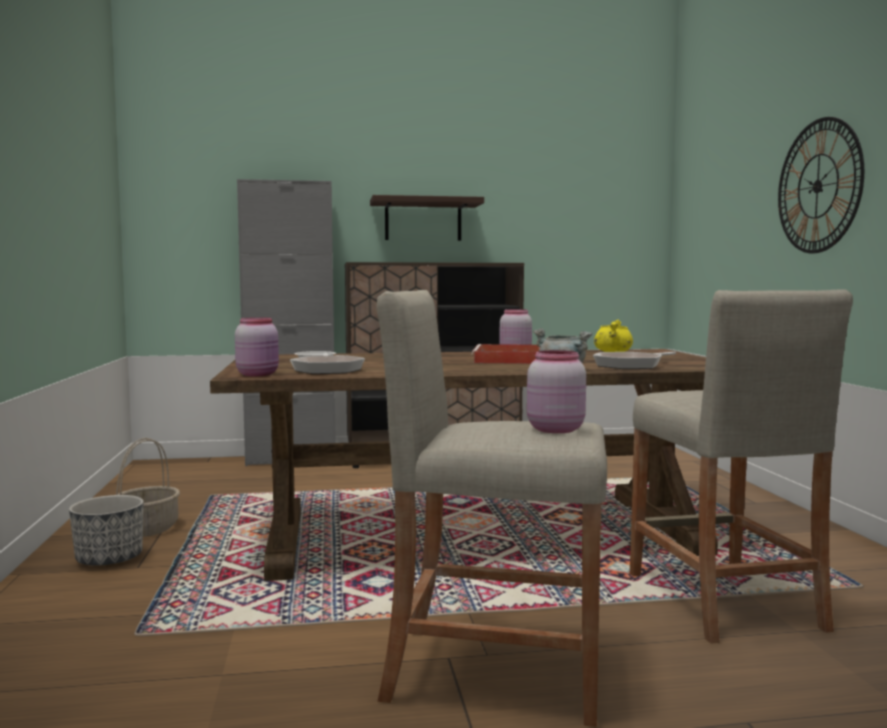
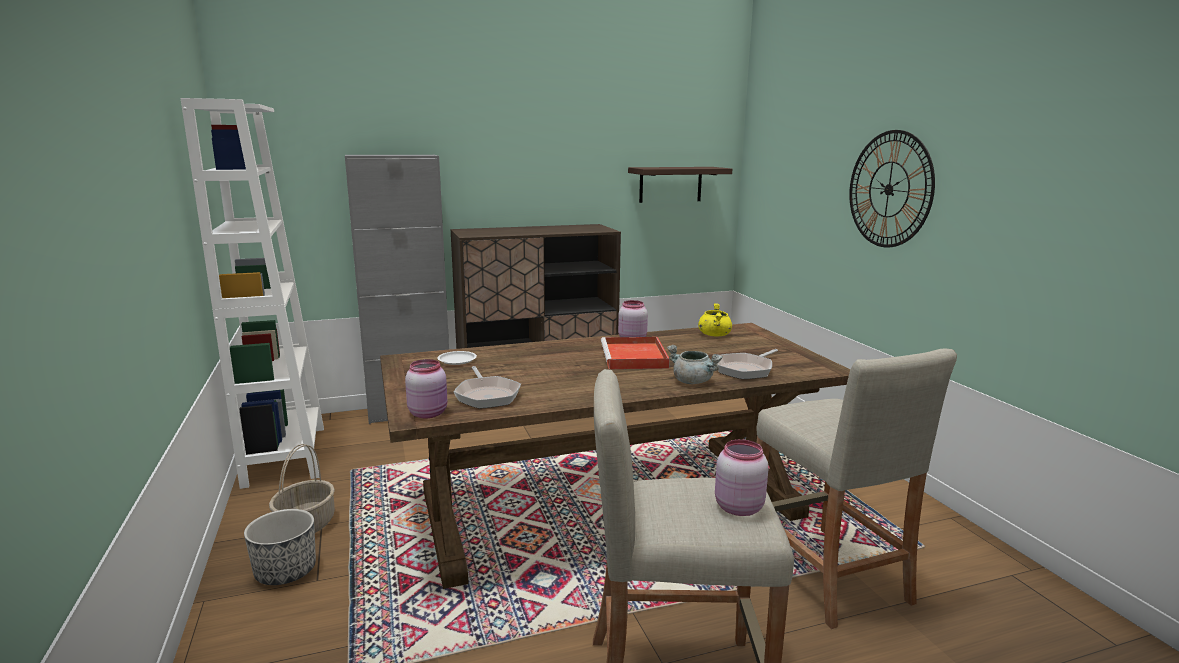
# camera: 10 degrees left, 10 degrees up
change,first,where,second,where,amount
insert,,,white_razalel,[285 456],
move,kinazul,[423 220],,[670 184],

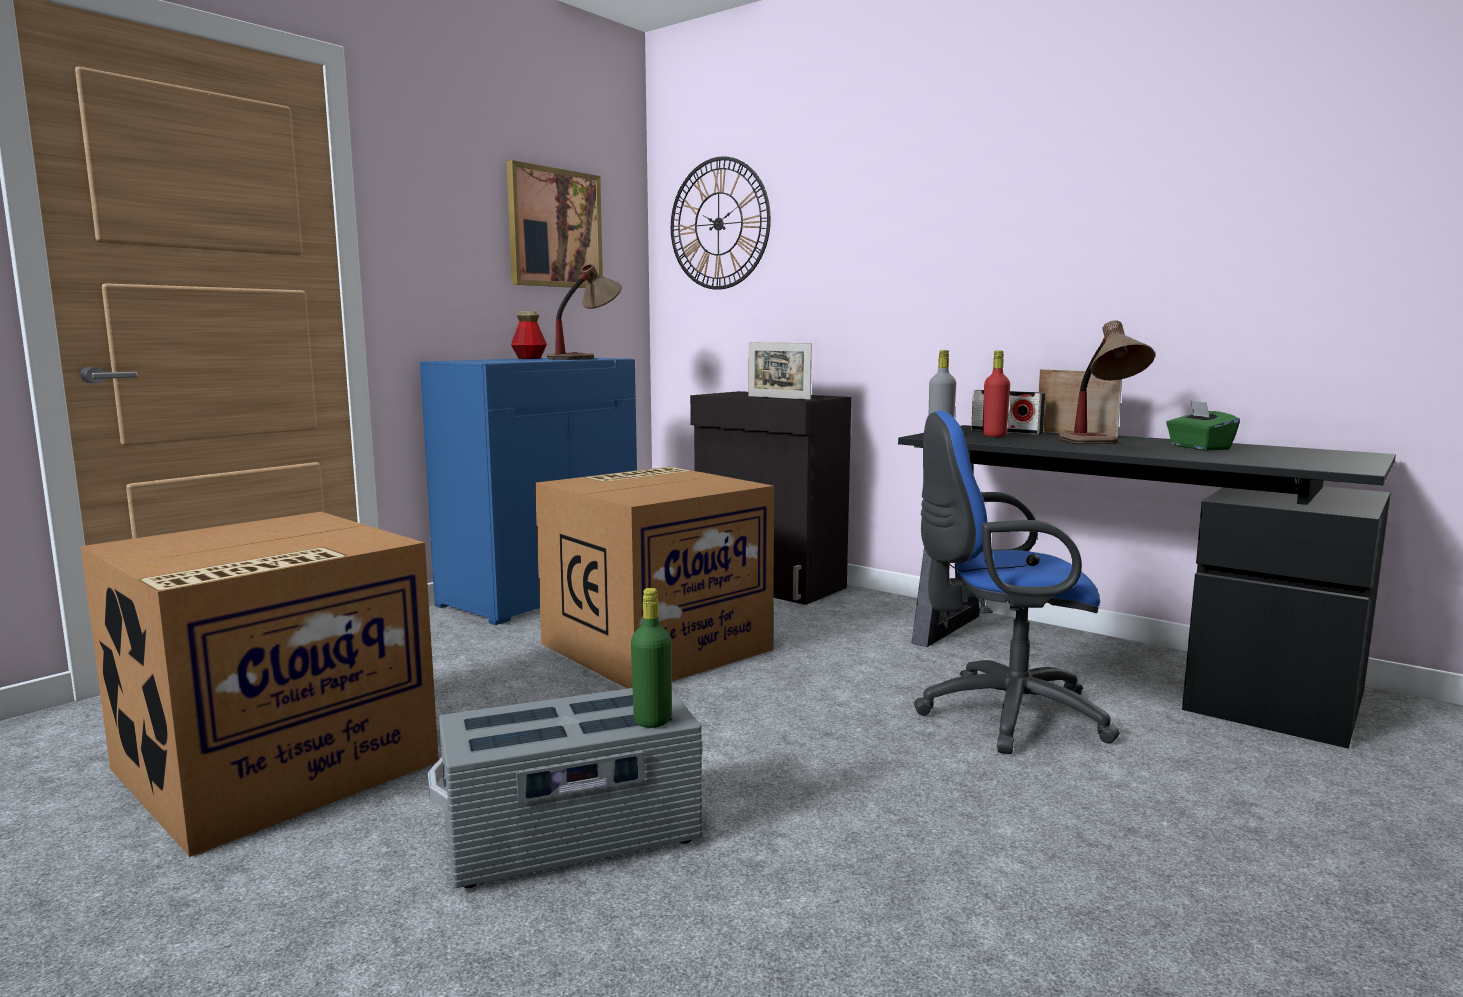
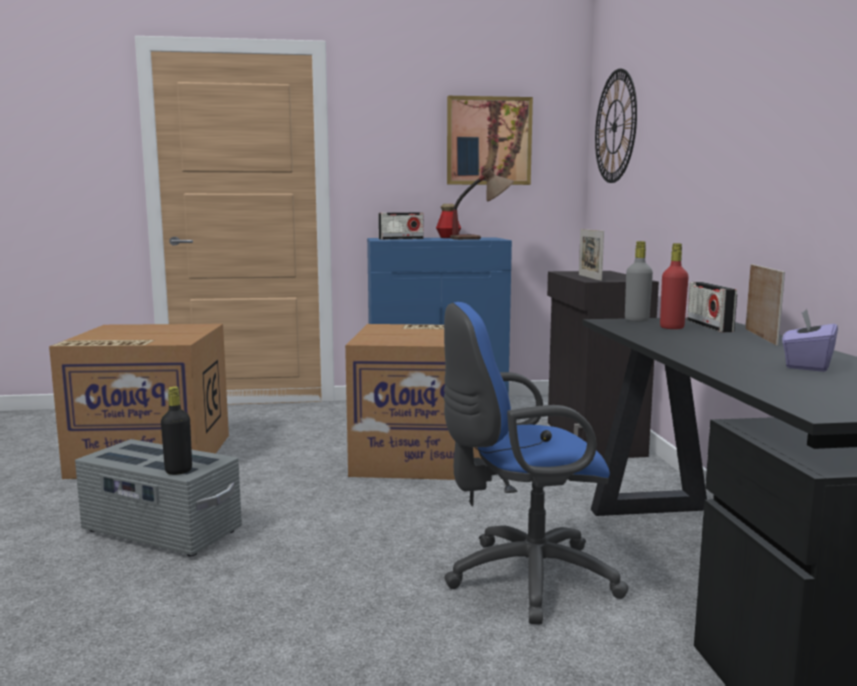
# camera: 45 degrees right, 0 degrees up
change,first,where,second,where,amount
delete,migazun,[1101 445],,,
insert,,,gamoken,[401 239],
recolor,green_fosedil,[652 720],black_fosedil,[178 471],
recolor,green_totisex,[1199 447],purple_totisex,[807 365],
rotate,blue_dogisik,[1001 715],,[523 578],60 degrees counterclockwise

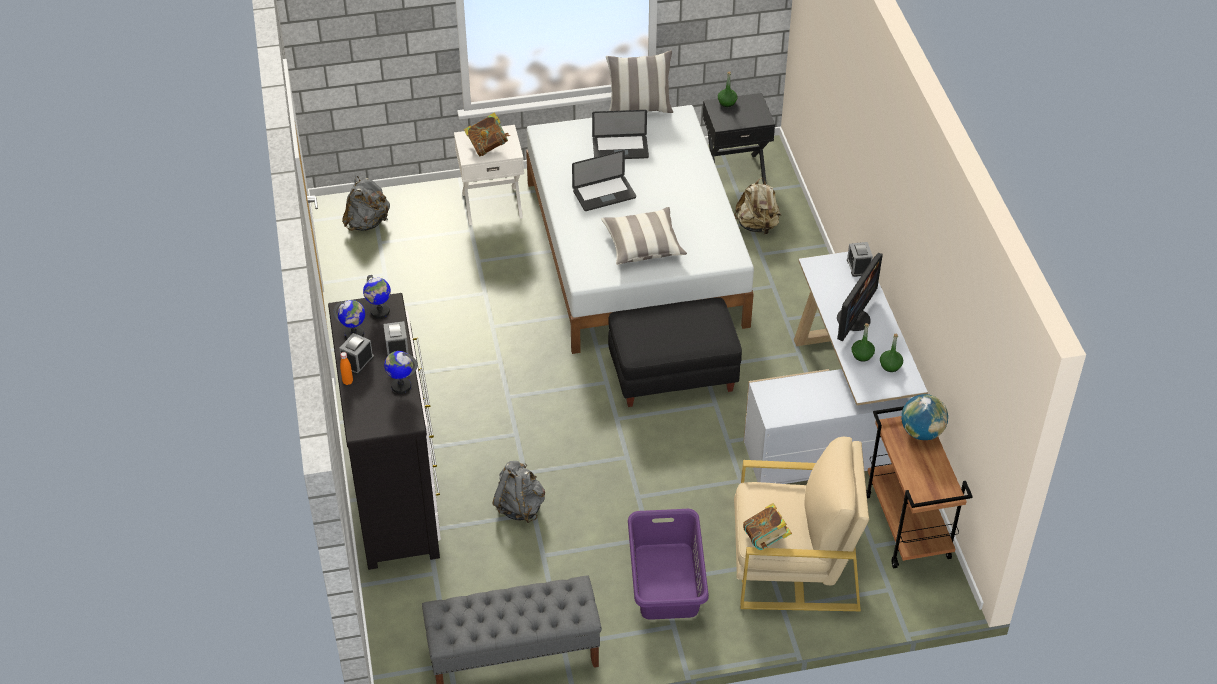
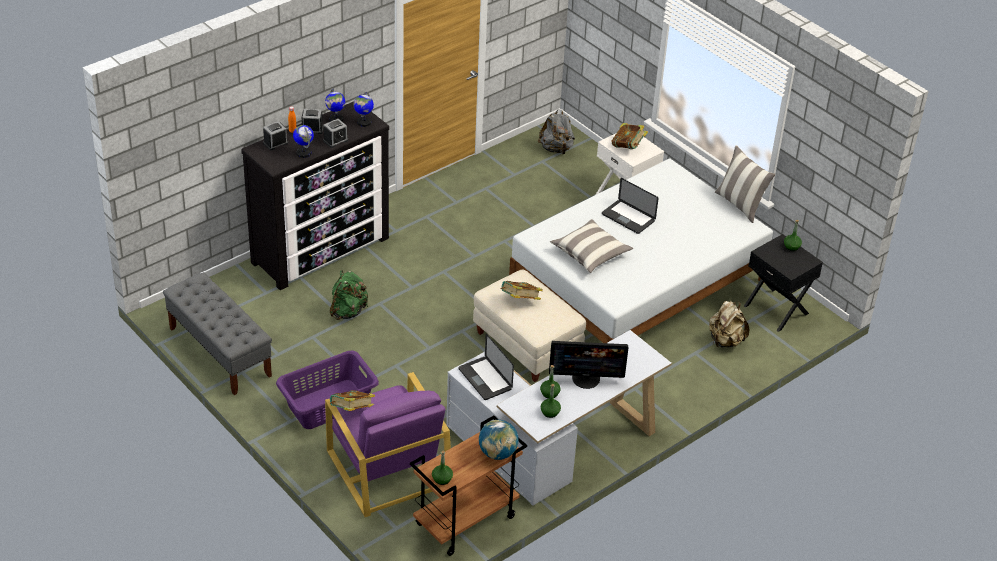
# camera: 60 degrees right, 5 degrees down
change,first,where,second,where,amount
insert,,,green_fosedil,[442 479],
insert,,,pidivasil,[520 300],
move,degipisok,[620 149],,[485 379],
move,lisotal,[858 267],,[275 143],
recolor,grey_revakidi,[520 506],green_revakidi,[348 311],
recolor,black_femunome,[672 374],beige_femunome,[527 345],
recolor,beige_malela,[795 562],purple_malela,[388 467],

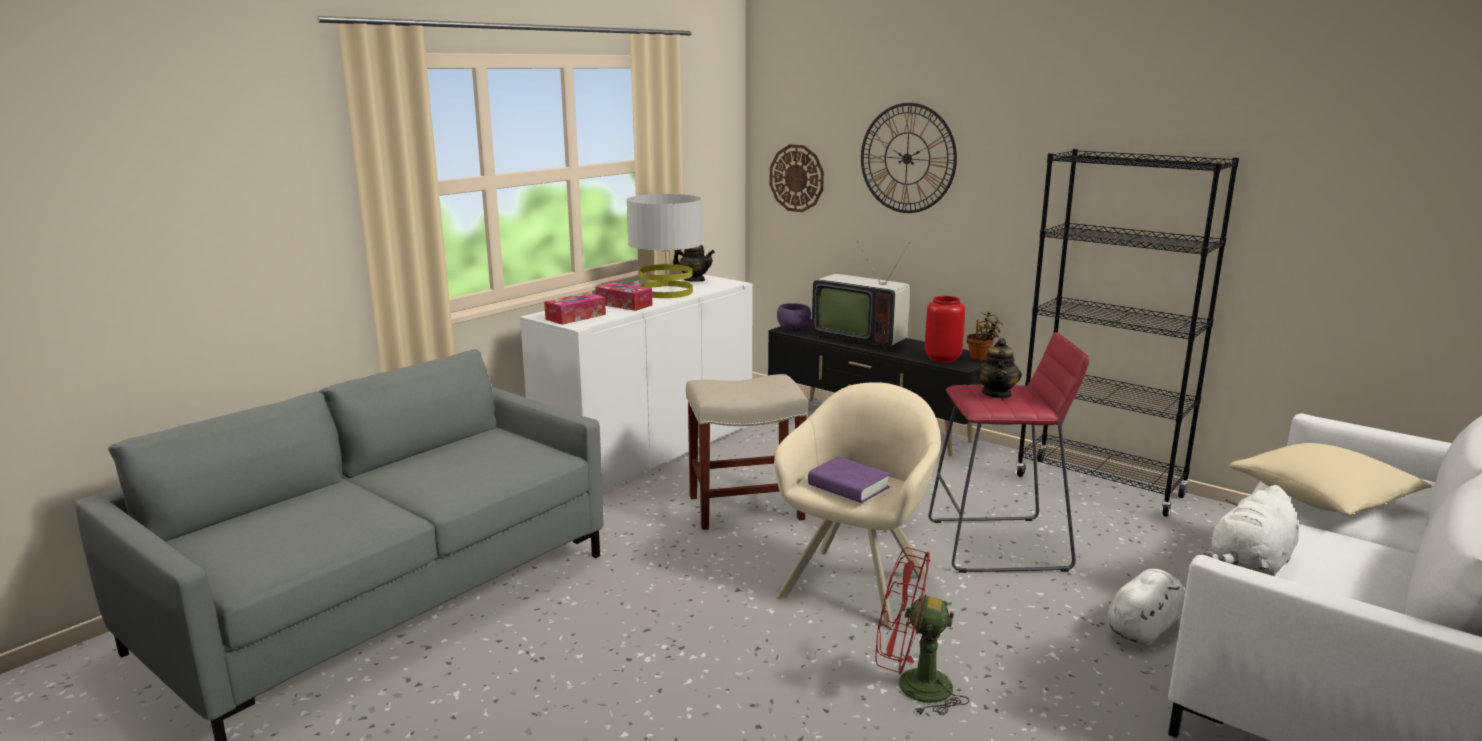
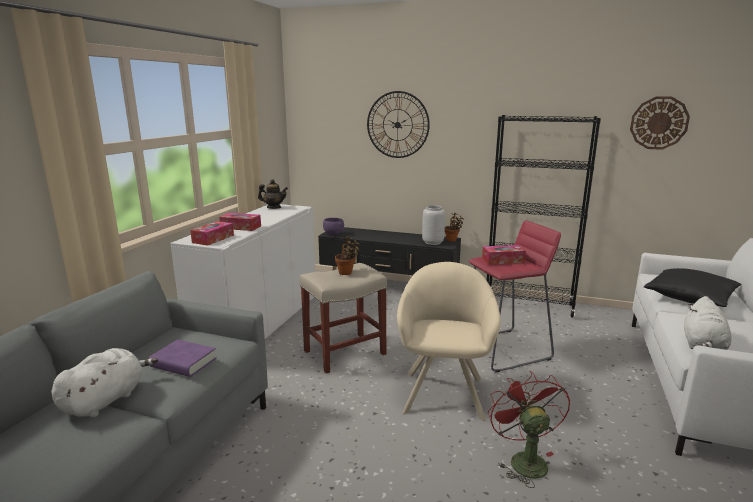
# camera: 20 degrees left, 0 degrees up
change,first,where,second,where,amount
delete,grey_migazun,[666 292],,,
delete,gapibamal,[859 338],,,
insert,,,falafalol,[346 272],
move,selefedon,[797 178],,[659 123],
move,purple_pidivasil,[848 486],,[183 363],
move,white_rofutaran,[1143 628],,[106 400],
replace,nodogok,[997 394],totisex,[503 260],
recolor,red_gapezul,[943 359],grey_gapezul,[433 242],
recolor,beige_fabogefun,[1322 498],black_fabogefun,[689 298],
rotate,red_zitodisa,[911 686],,[523 459],90 degrees clockwise

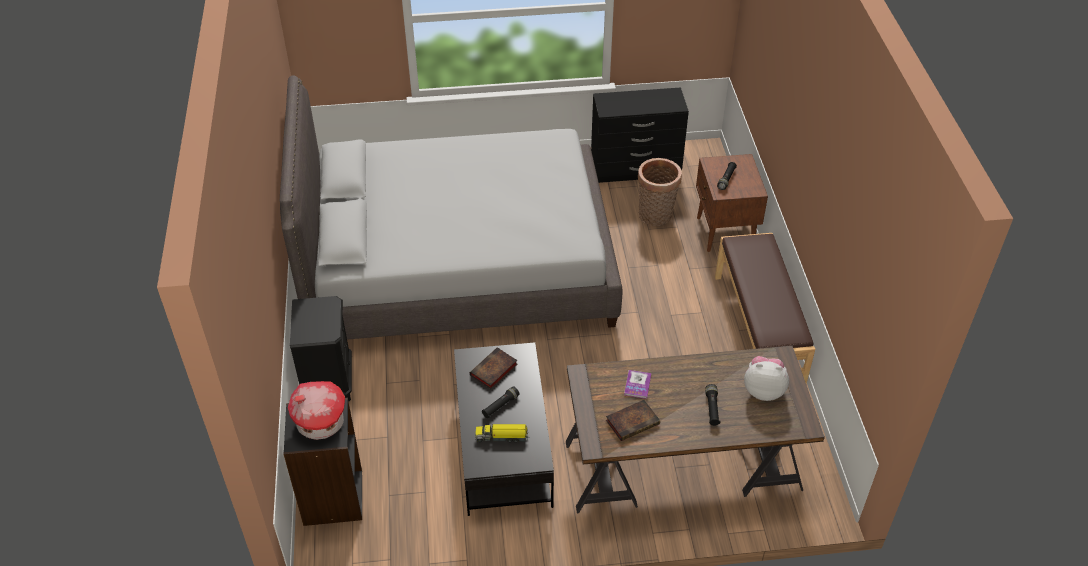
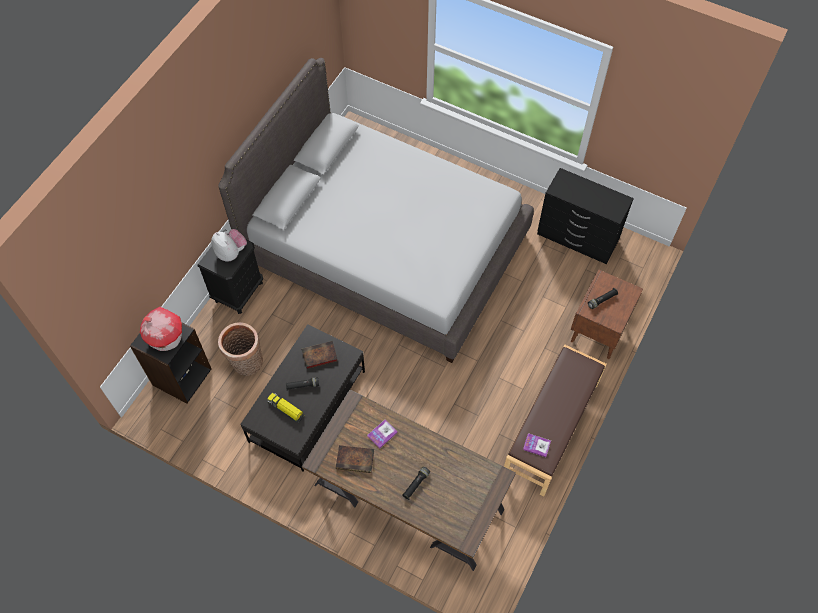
# camera: 35 degrees right, 15 degrees up
change,first,where,second,where,amount
insert,,,pidivasil,[536 445],
move,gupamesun,[655 216],,[246 364],
move,rofutaran,[763 390],,[231 252],

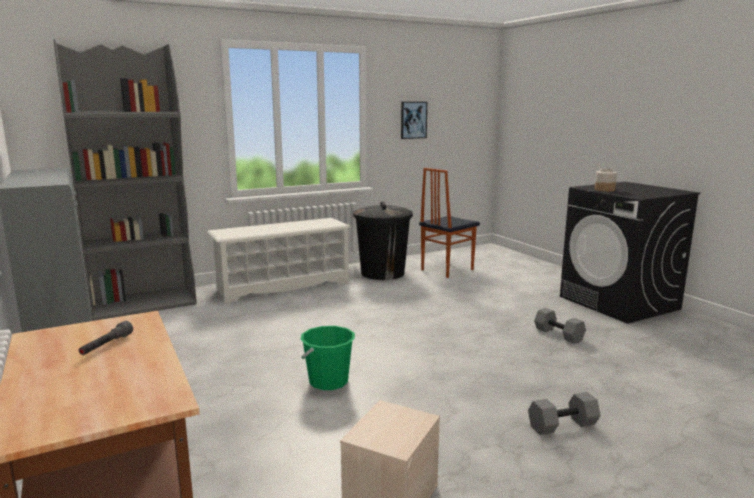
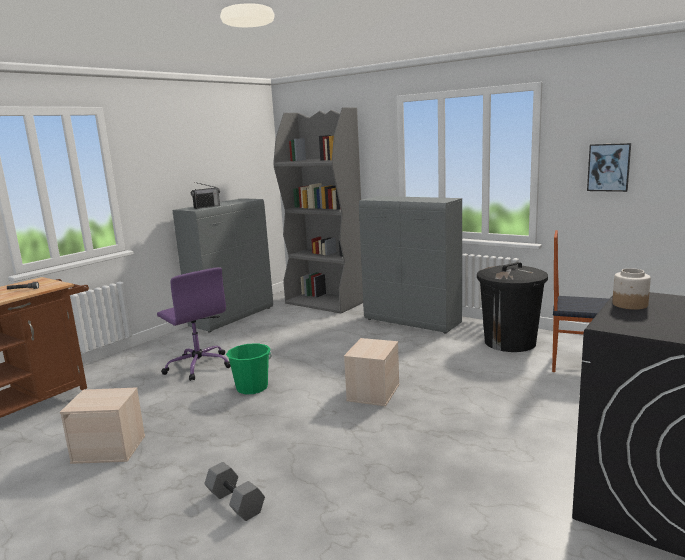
# camera: 65 degrees right, 0 degrees up
change,first,where,second,where,amount
delete,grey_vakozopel,[559 334],,,
insert,,,purple_dogisik,[198 366],
insert,,,gamoken,[207 207],
insert,,,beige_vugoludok,[373 392],
replace,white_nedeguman,[283 286],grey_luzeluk,[412 322],

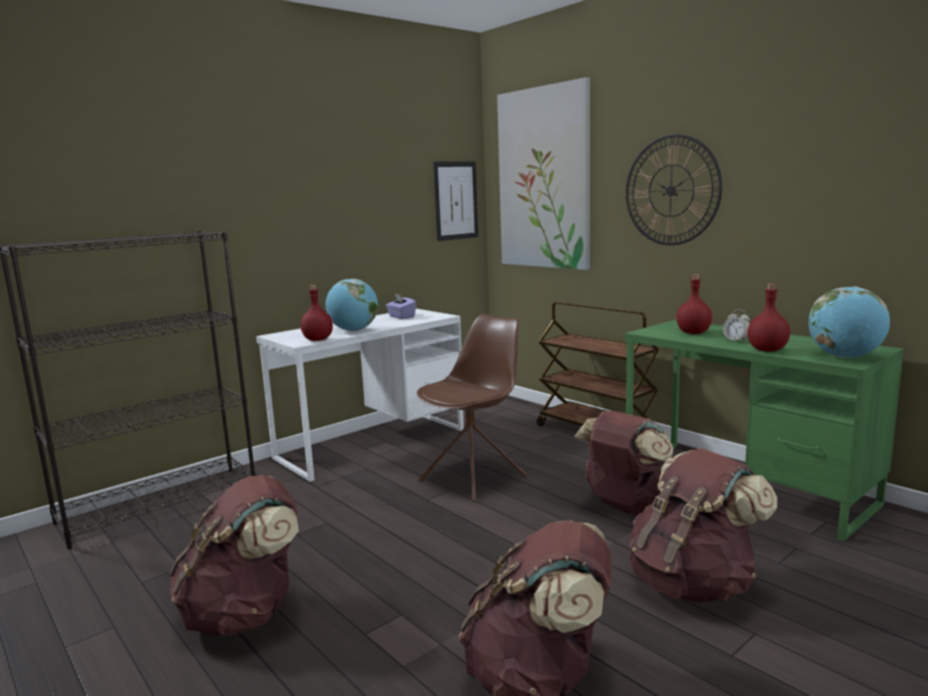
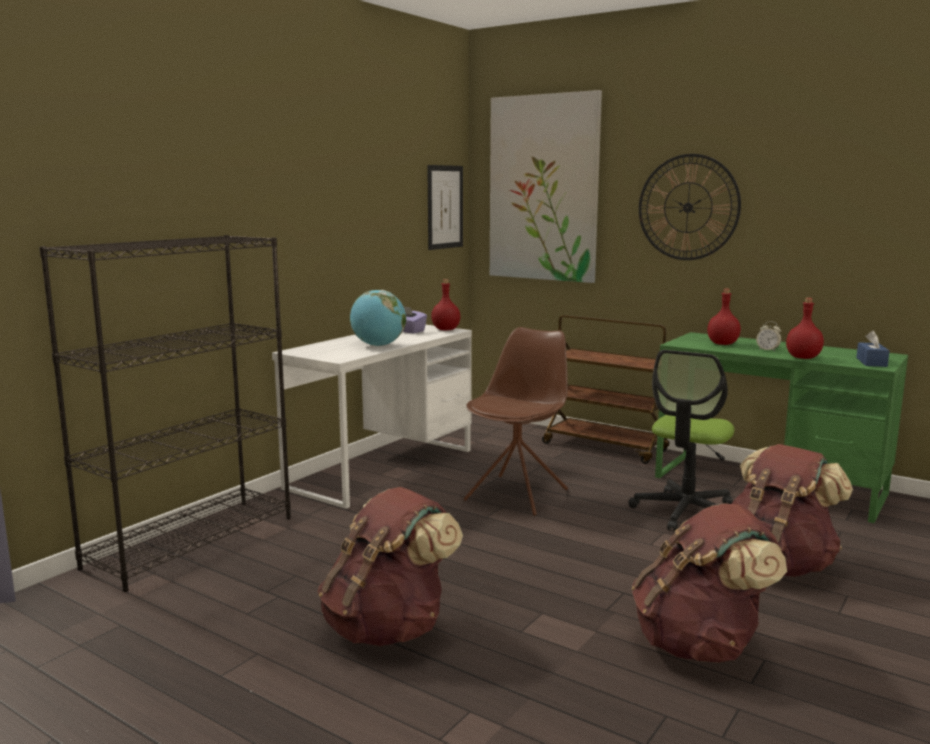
# camera: 15 degrees left, 0 degrees up
change,first,where,second,where,amount
move,red_fosedil,[318 340],,[446 329],
replace,brown_revakidi,[632 510],dogisik,[686 512],
replace,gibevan,[845 357],blue_totisex,[871 362],

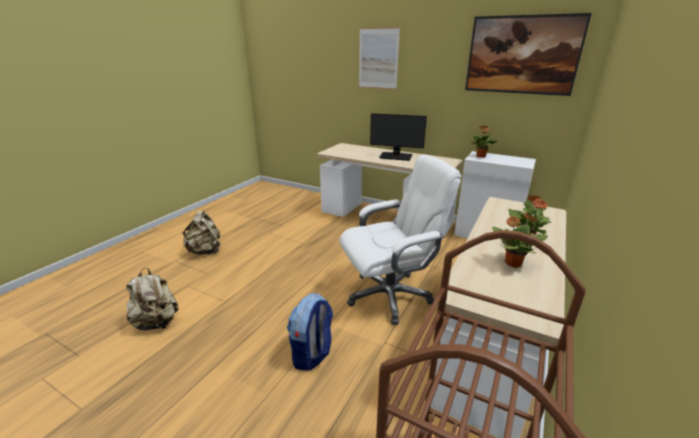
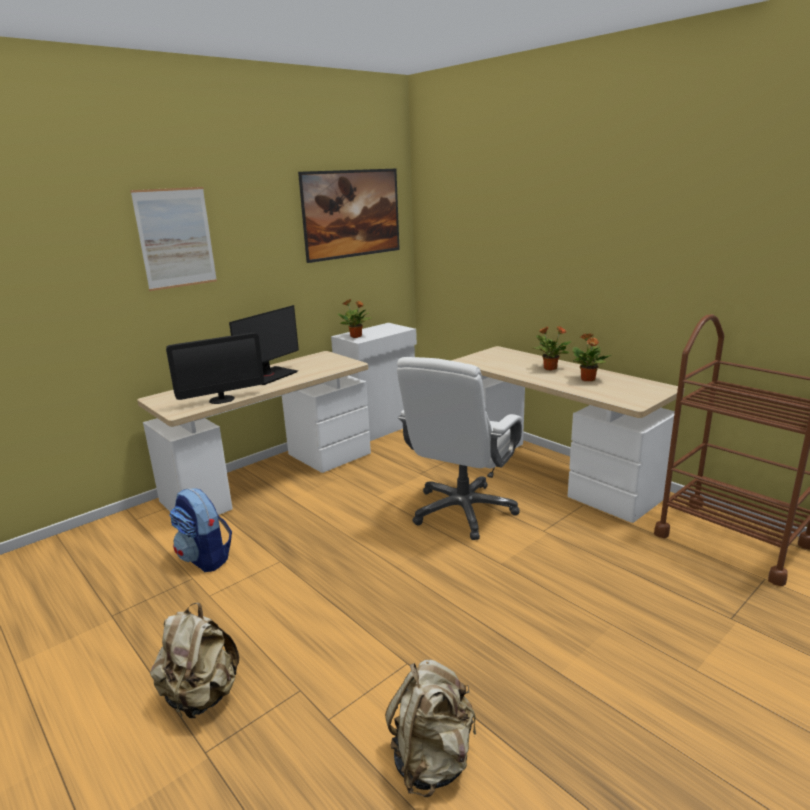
# camera: 70 degrees left, 5 degrees down
change,first,where,second,where,amount
insert,,,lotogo,[222 399],
move,revakidi,[312 354],,[205 558],
rotate,white_dogisik,[390 295],,[463 511],150 degrees counterclockwise

